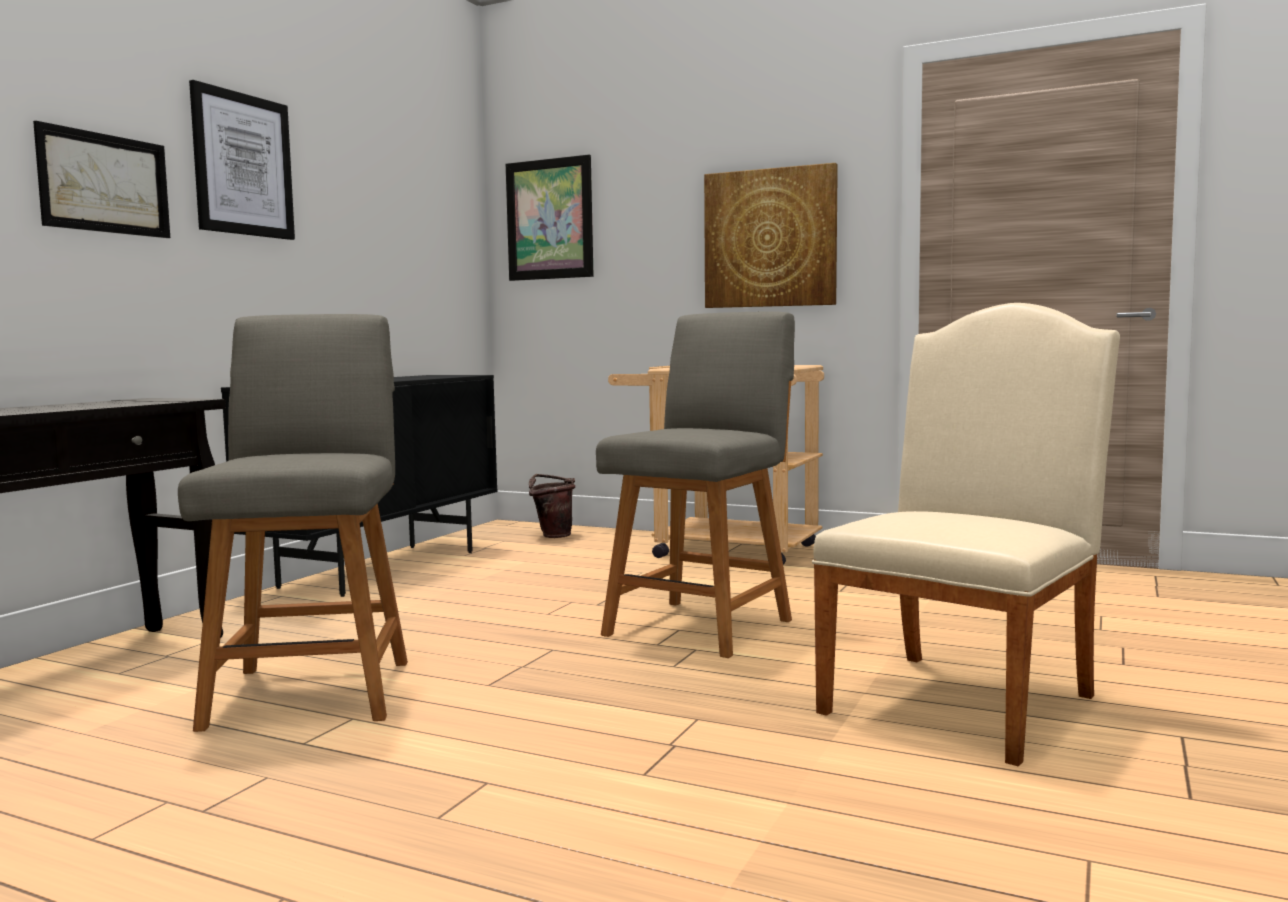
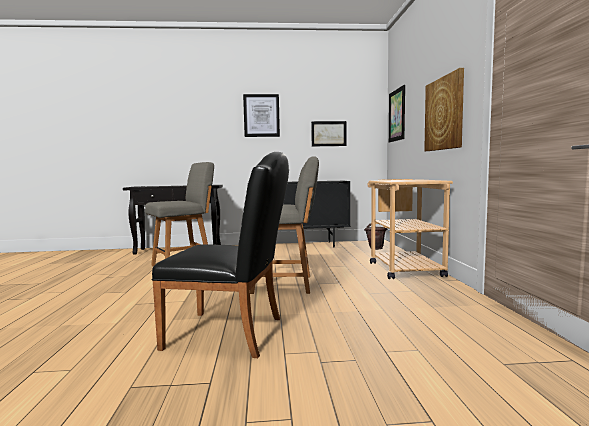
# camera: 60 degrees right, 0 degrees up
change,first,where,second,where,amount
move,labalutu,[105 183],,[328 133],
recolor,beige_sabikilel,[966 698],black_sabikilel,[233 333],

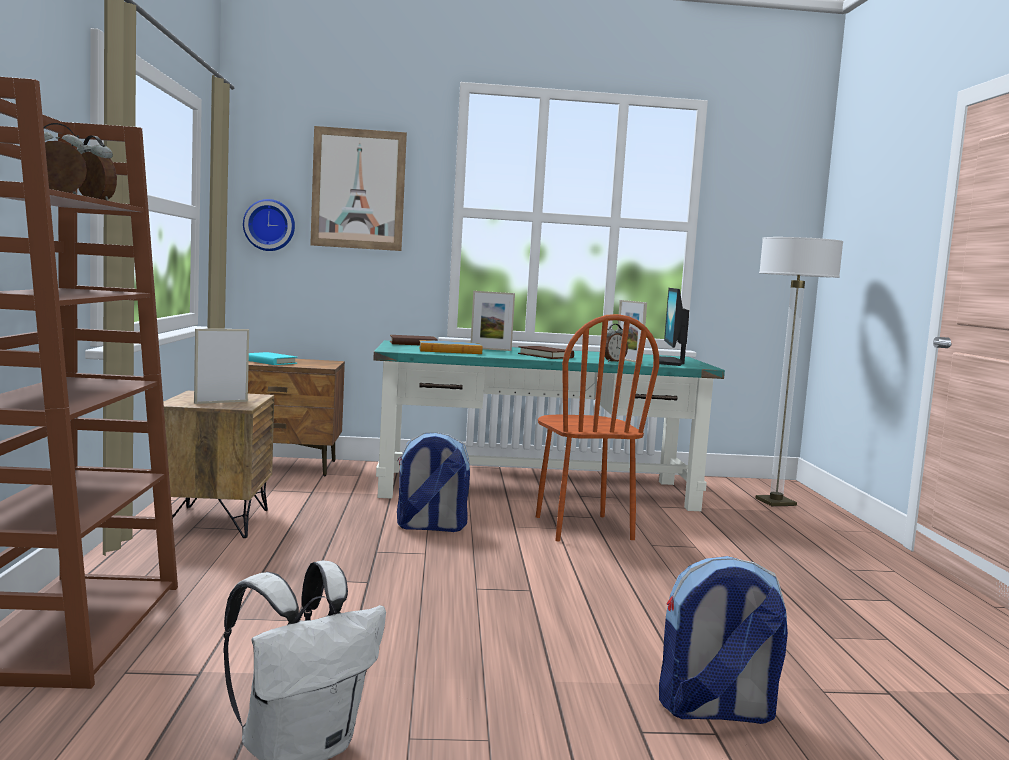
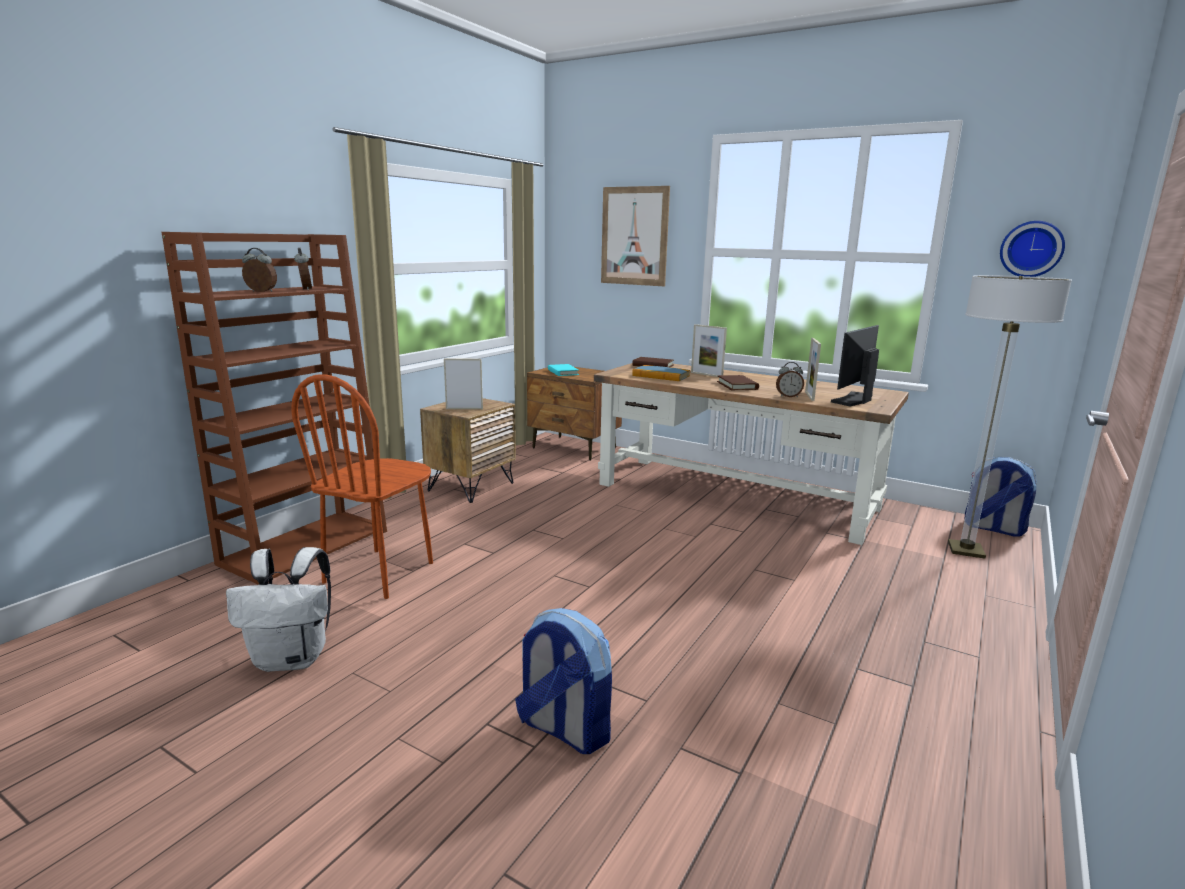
# camera: 35 degrees right, 10 degrees up
change,first,where,second,where,amount
move,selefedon,[269 225],,[1031 249],
move,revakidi,[430 527],,[992 528],
move,brown_sabikilel,[582 528],,[380 573],
recolor,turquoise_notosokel,[537 489],brown_notosokel,[736 496],

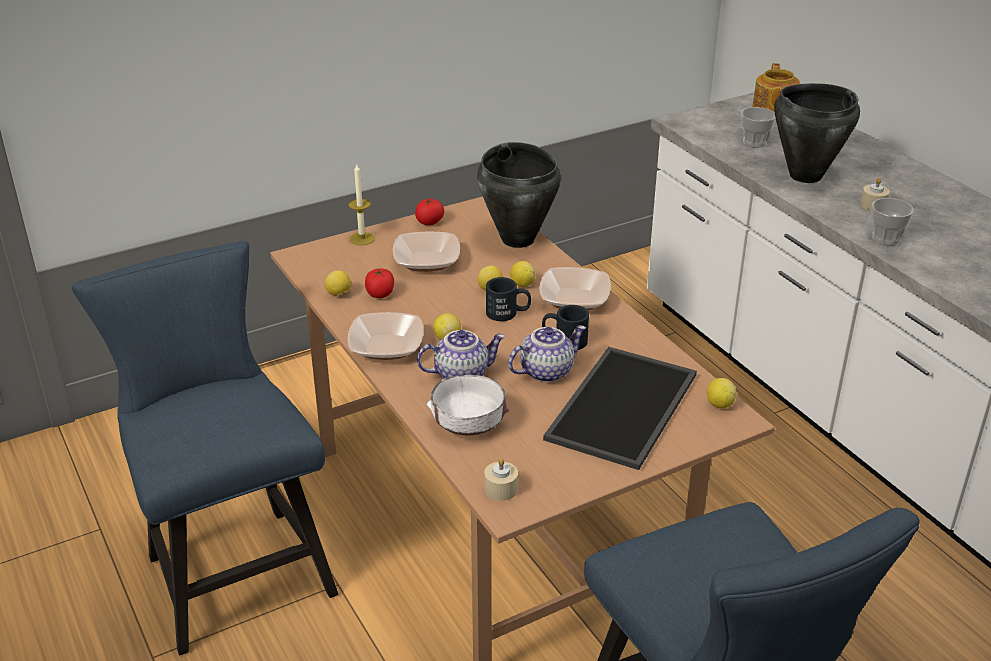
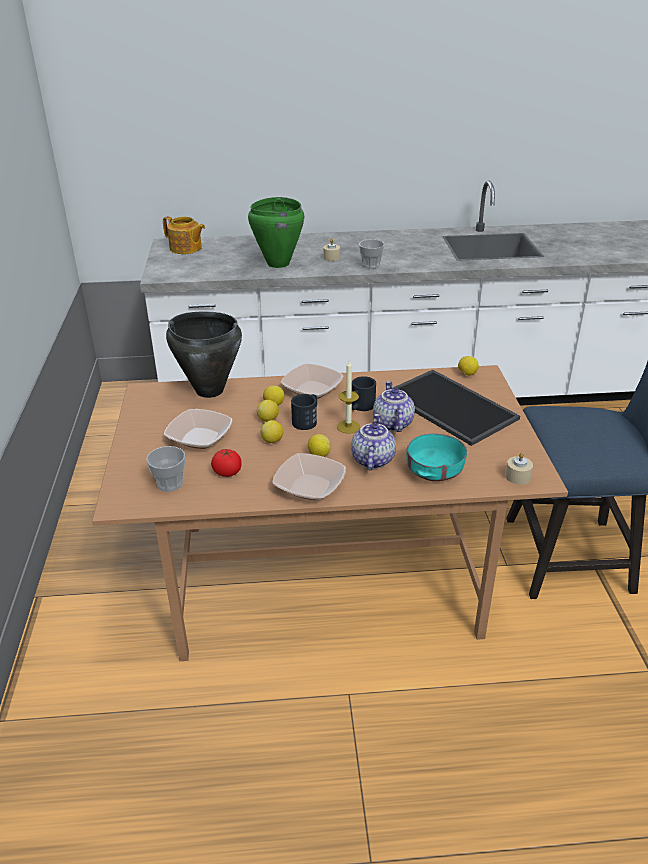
# camera: 65 degrees left, 0 degrees up
change,first,where,second,where,amount
delete,blue_sabikilel,[233 568],,,
delete,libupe,[429 222],,,
move,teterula,[339 294],,[272 441],
move,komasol,[362 239],,[348 426],
move,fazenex,[754 142],,[170 484],
recolor,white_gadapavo,[469 423],turquoise_gadapavo,[435 471],
recolor,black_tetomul,[804 175],green_tetomul,[277 264],

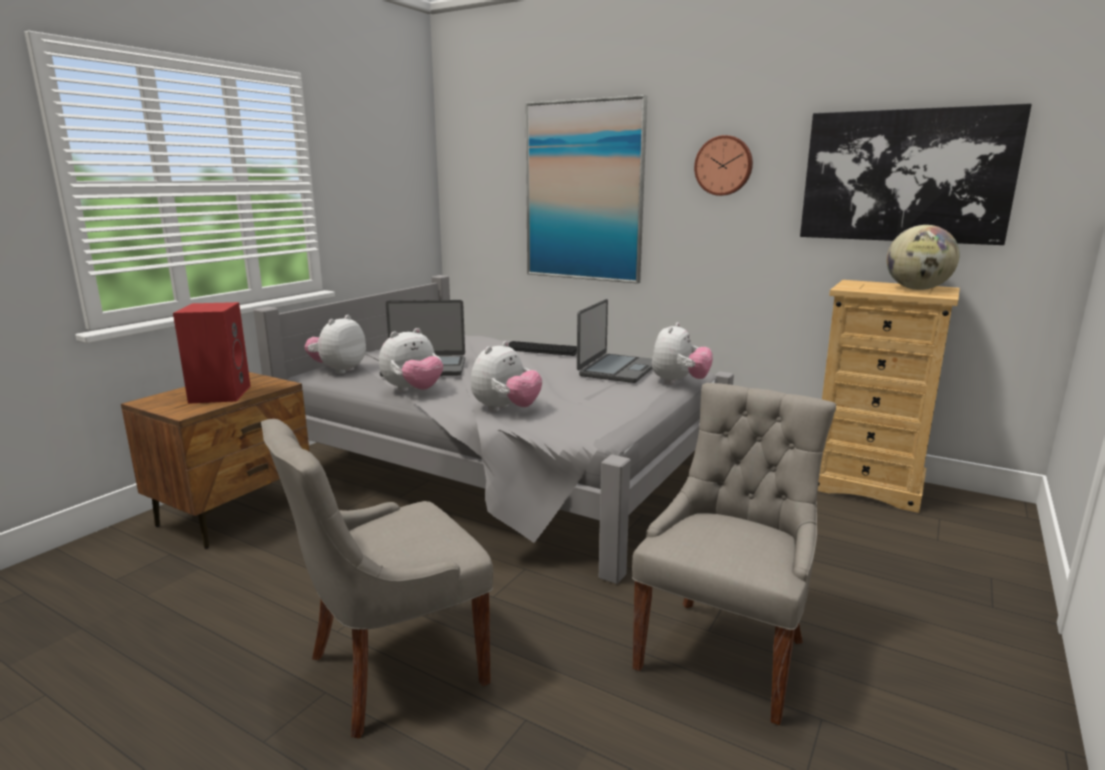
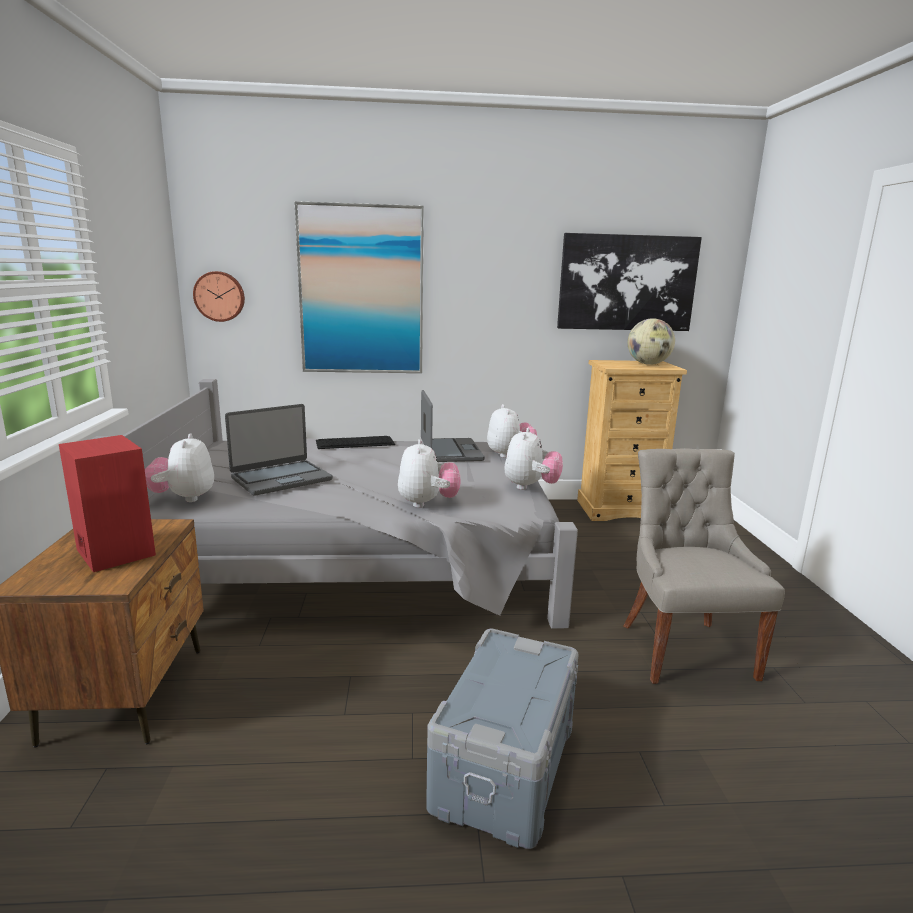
# camera: 35 degrees left, 0 degrees up
change,first,where,second,where,amount
move,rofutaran,[413 391],,[531 487],
move,selefedon,[724 165],,[219 296],
replace,grey_sabikilel,[392 669],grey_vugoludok,[503 765],

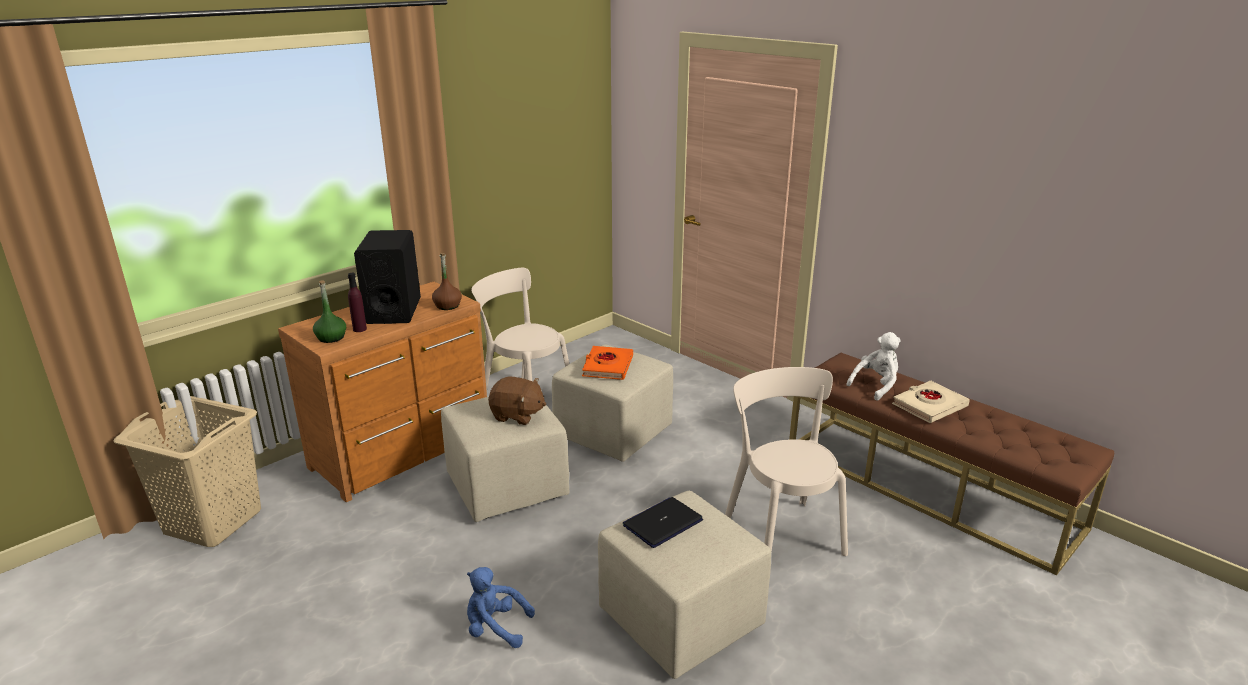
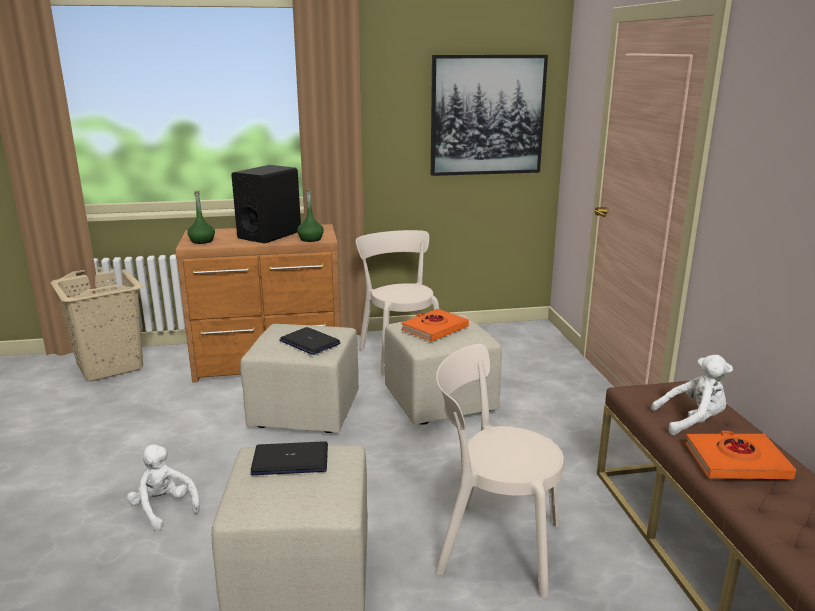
# camera: 35 degrees right, 5 degrees down
change,first,where,second,where,amount
delete,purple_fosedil,[359 329],,,
insert,,,labalutu,[487 115],
replace,brown_rofutaran,[517 415],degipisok,[309 342],
recolor,brown_fosedil,[447 306],green_fosedil,[311 239],
recolor,blue_rofutaran,[495 628],white_rofutaran,[164 509],
recolor,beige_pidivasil,[929 406],orange_pidivasil,[736 462],
rotate,beige_sabikilel,[781 532],,[492 545],90 degrees counterclockwise

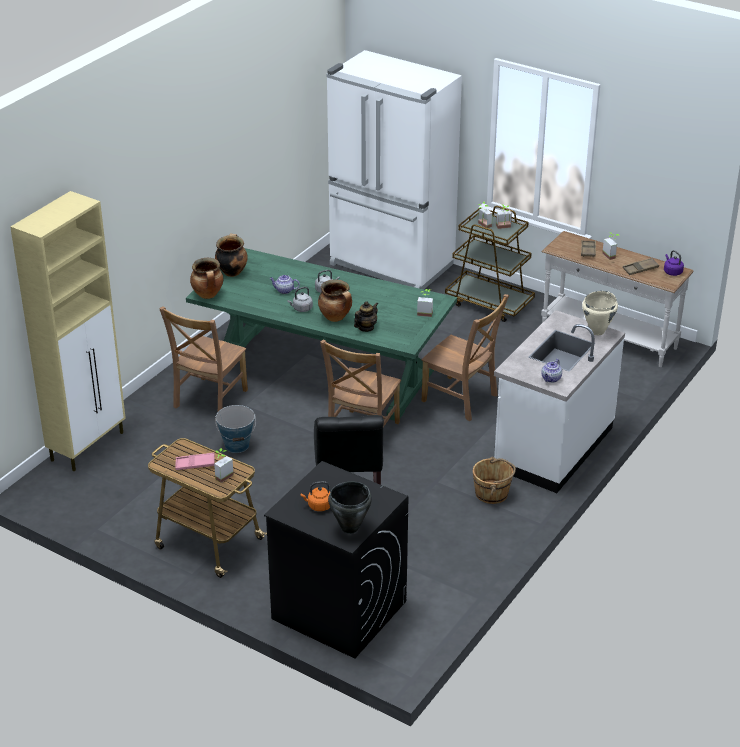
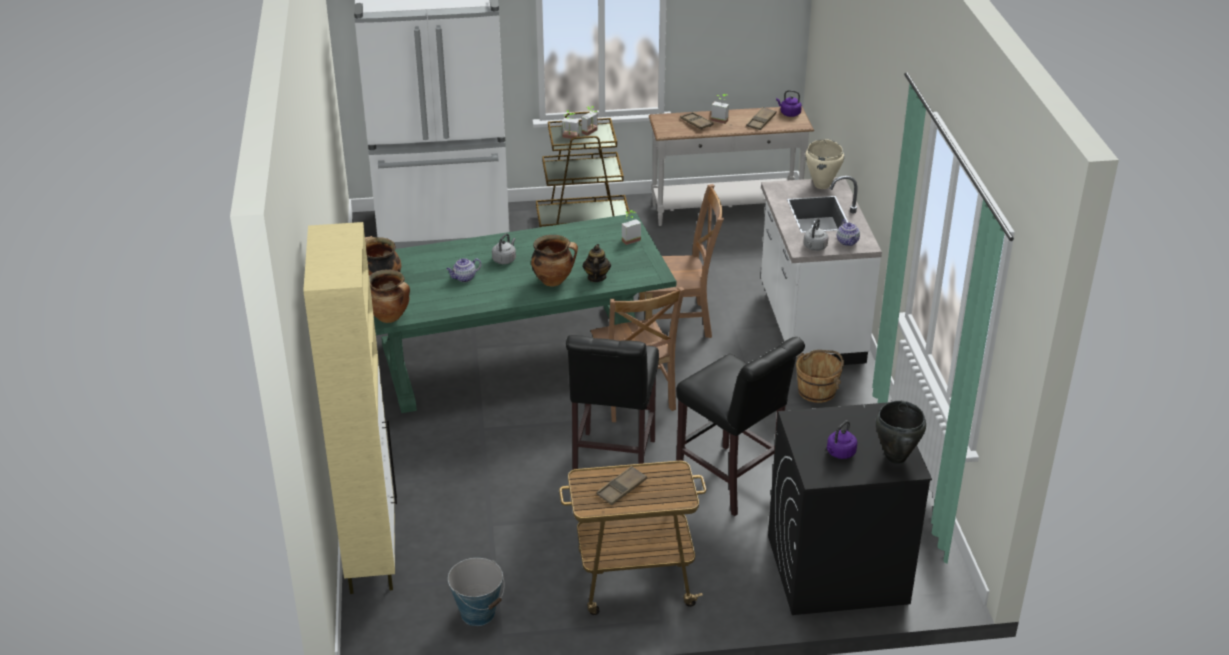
# camera: 40 degrees left, 0 degrees up
change,first,where,second,where,amount
delete,brown_sabikilel,[209 400],,,
delete,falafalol,[222 475],,,
insert,,,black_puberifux,[612 464],
move,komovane,[237 445],,[478 613],
move,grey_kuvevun,[301 309],,[814 247],
recolor,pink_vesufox,[195 464],brown_vesufox,[621 489],
recolor,orange_kuvevun,[318 506],purple_kuvevun,[840 453],

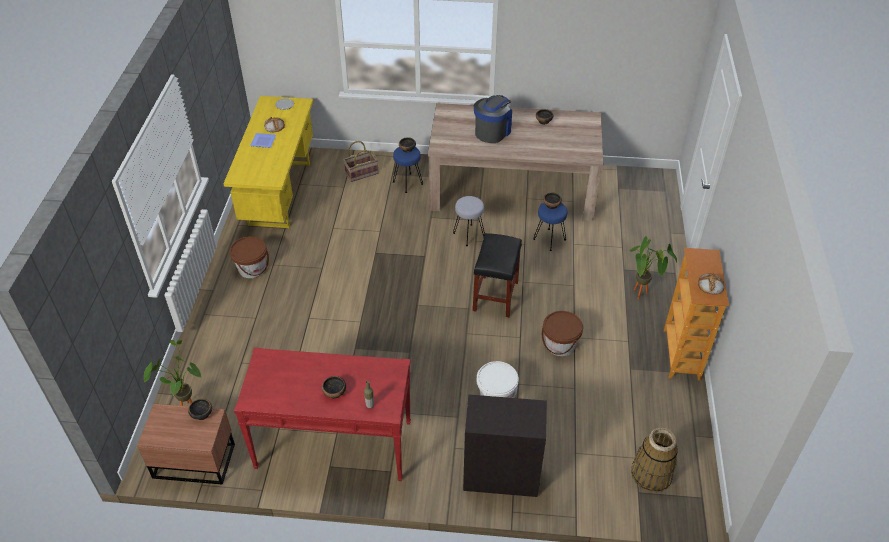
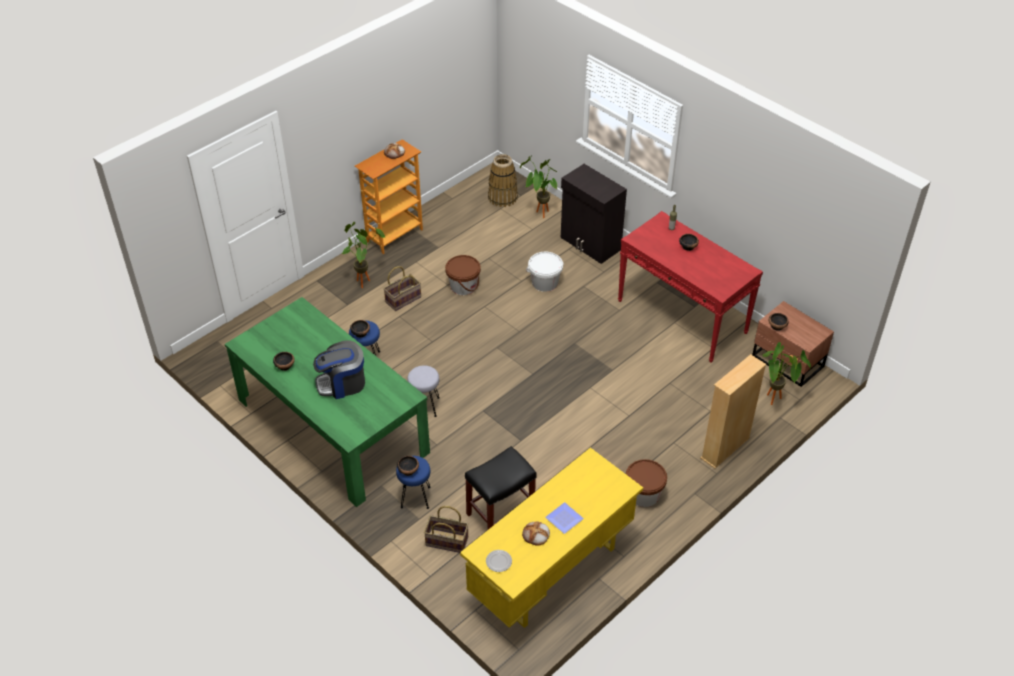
# camera: 140 degrees left, 0 degrees up
change,first,where,second,where,amount
insert,,,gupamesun,[403 299],
insert,,,falafalol,[539 214],
insert,,,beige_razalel,[725 448],
move,black_puberifux,[495 297],,[501 513],
recolor,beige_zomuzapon,[512 189],green_zomuzapon,[332 426],

